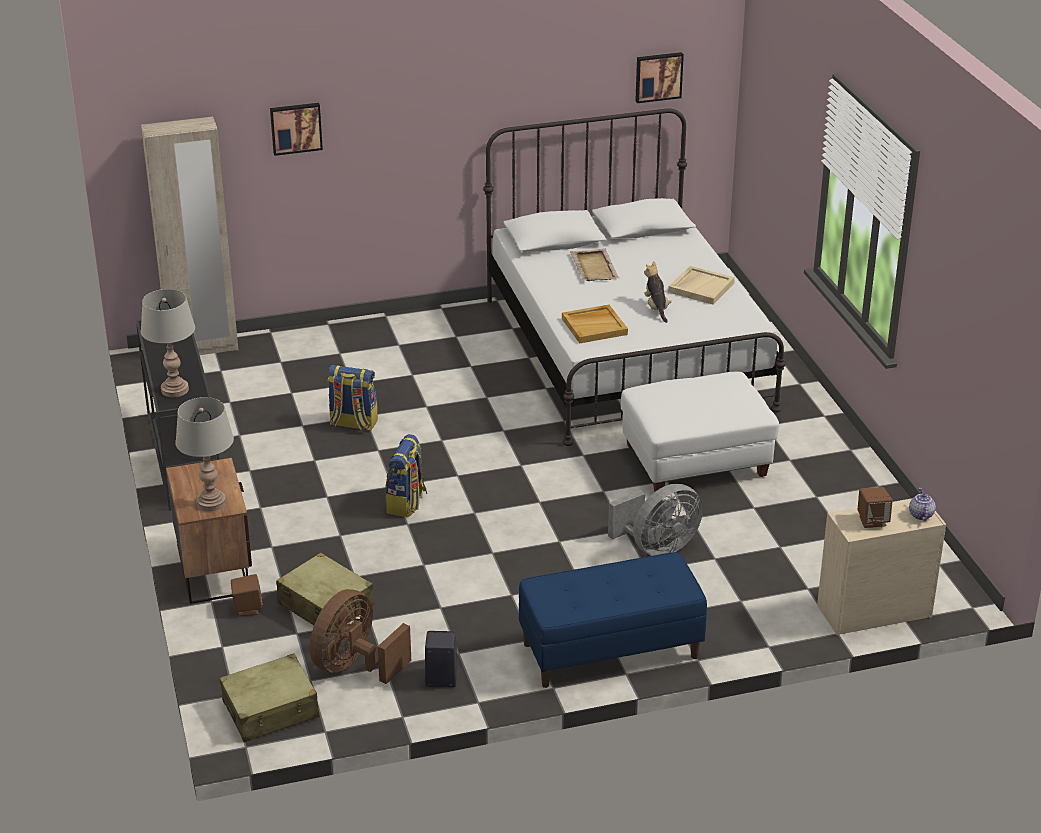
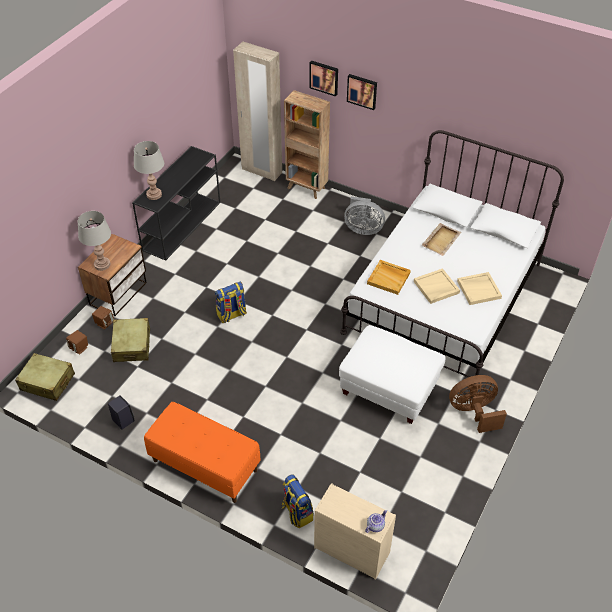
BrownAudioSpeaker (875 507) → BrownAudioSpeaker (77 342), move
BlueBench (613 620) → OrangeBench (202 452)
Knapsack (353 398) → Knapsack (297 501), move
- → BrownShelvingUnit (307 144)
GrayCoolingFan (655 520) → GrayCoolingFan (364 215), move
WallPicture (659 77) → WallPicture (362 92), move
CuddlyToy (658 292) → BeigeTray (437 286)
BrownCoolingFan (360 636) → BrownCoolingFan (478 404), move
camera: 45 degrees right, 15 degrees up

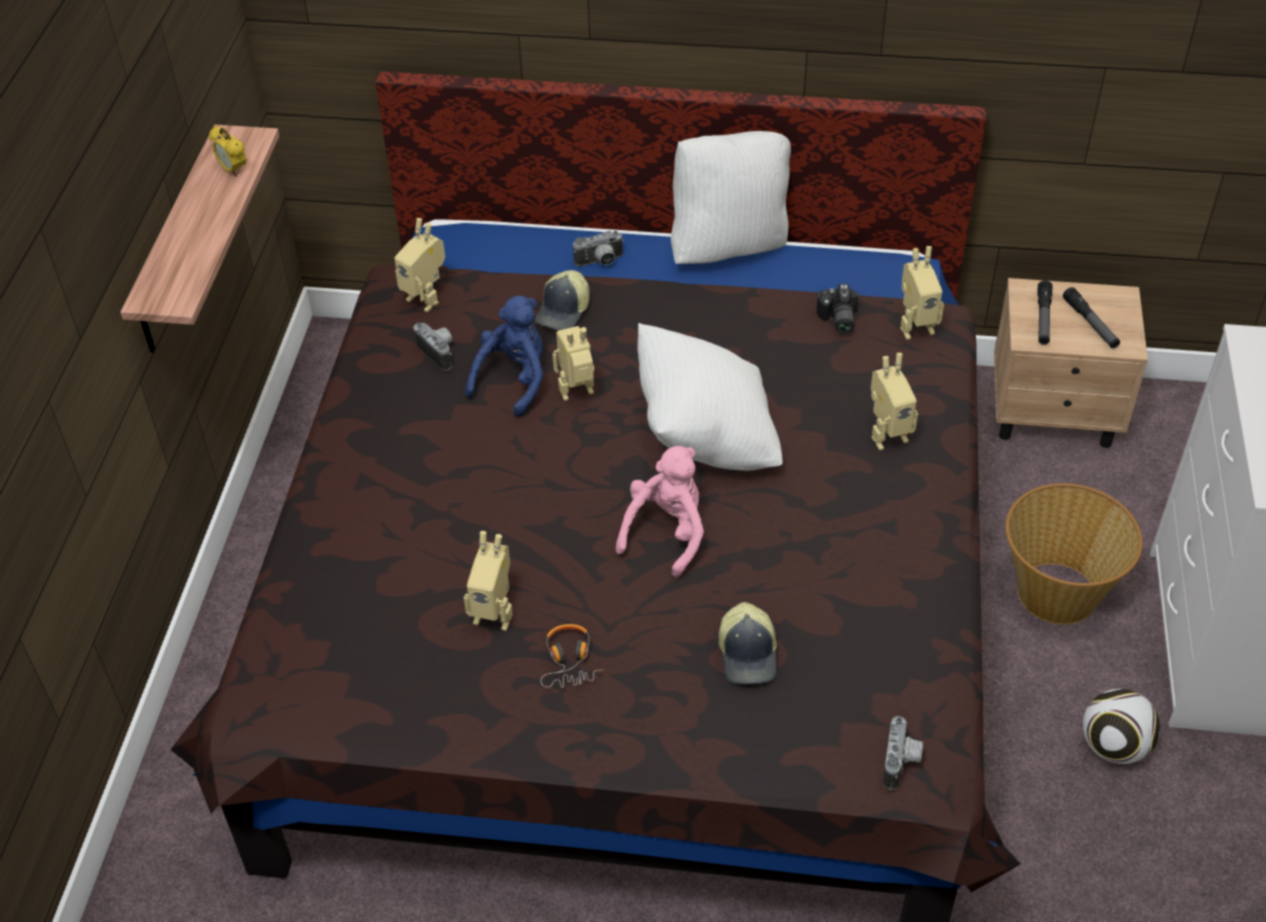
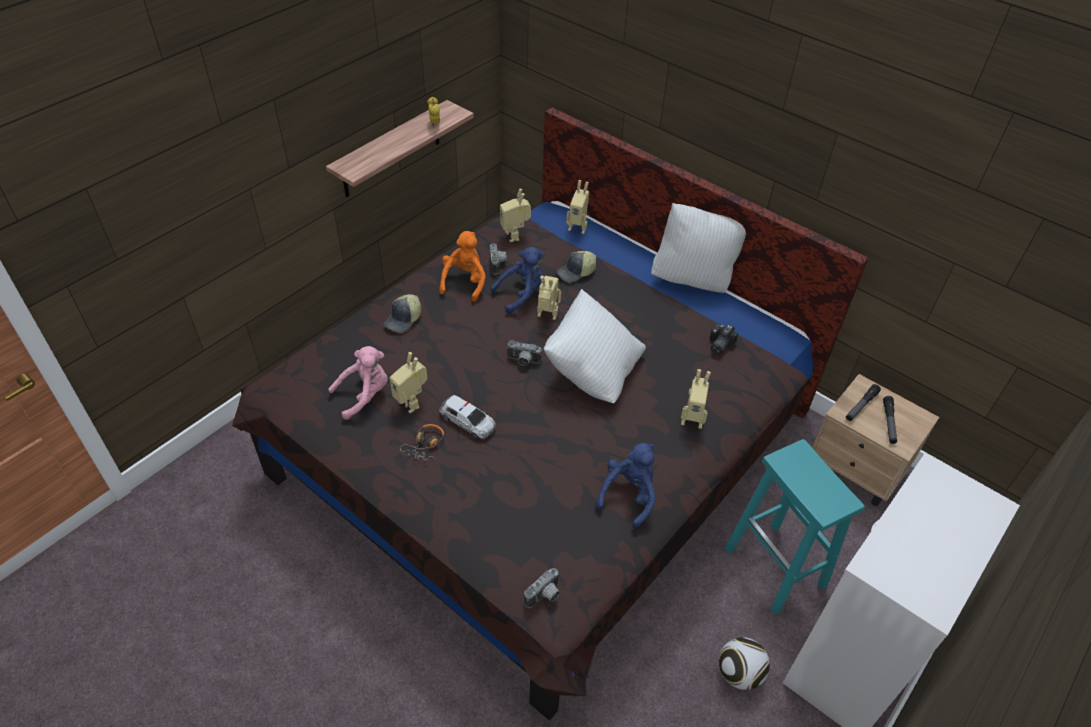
PinkishCuddlyToy (660 511) → PinkishCuddlyToy (357 383), move
Cap (748 643) → Cap (403 313), move
- → OrangeCuddlyToy (462 266)
- → MiniatureCar (467 417)
StillCamera (598 249) → StillCamera (524 353), move
ModelRobot (922 293) → ModelRobot (577 207), move
- → BlueCuddlyToy (626 486)
StorageBasket (1074 554) → TurquoiseSittingStool (795 527)
camera: 30 degrees right, 0 degrees up

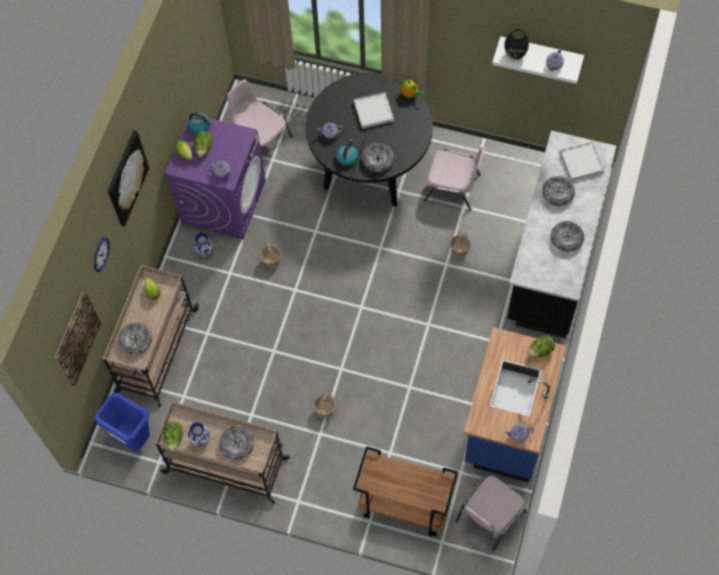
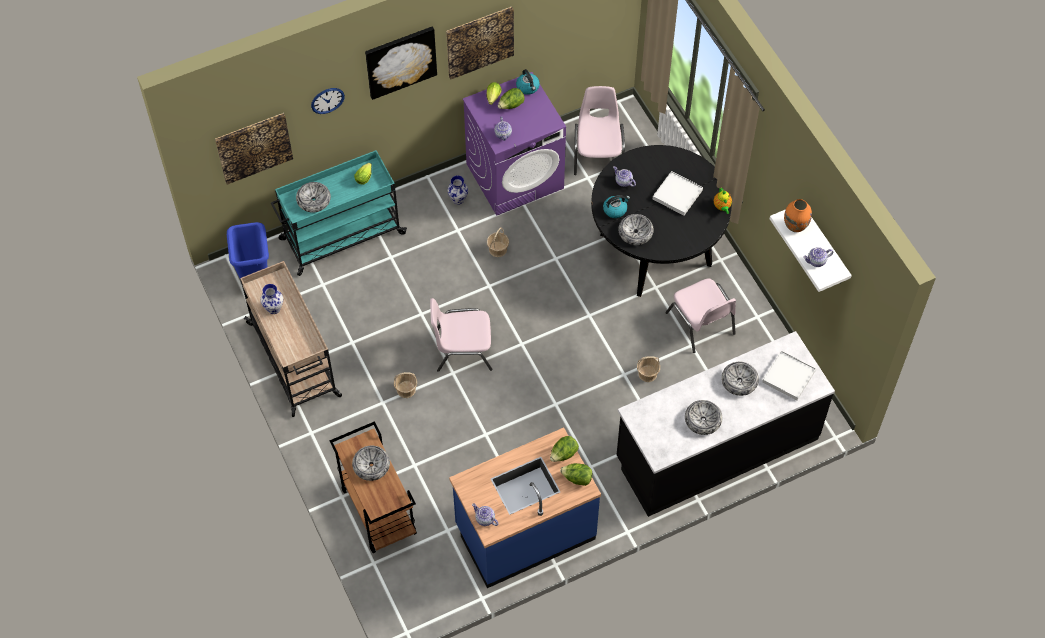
BeigeTrolley (151 336) → TurquoiseTrolley (339 213)
ServingBowl (236 443) → ServingBowl (371 463), move
PinkishPlainChair (491 513) → PinkishPlainChair (461 335), move
- → WallPicture (480 43)
HeadOfLettuce (173 436) → HeadOfLettuce (564 449), move
BlackVase (516 44) → OrangeVase (798 215)
camera: 45 degrees right, 5 degrees down

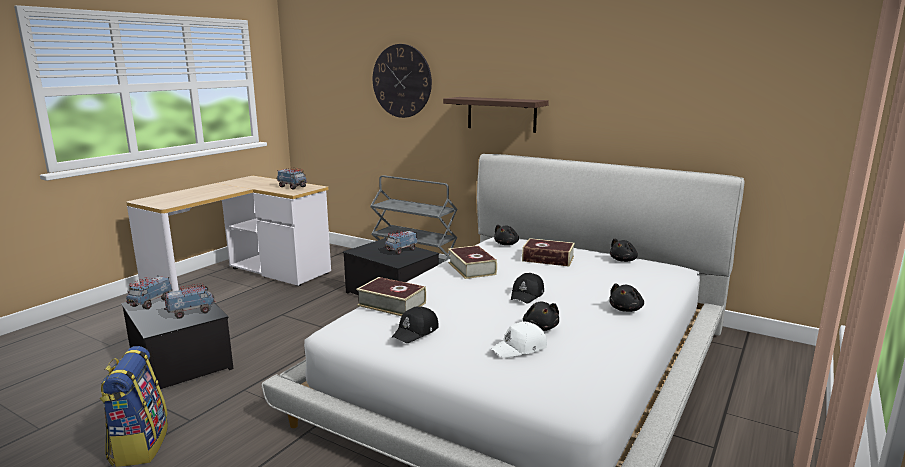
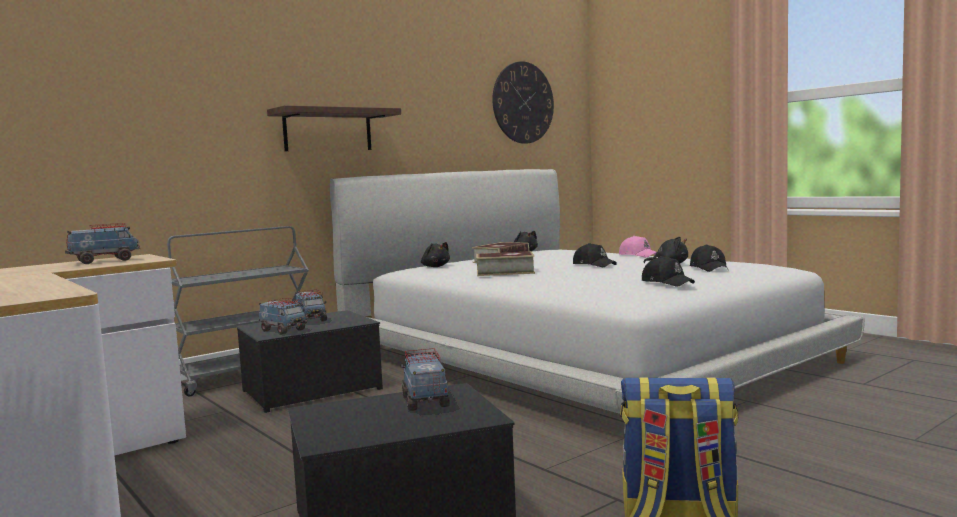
ToyLorry (149 292) → ToyLorry (283 316), move
WallClock (402 81) → WallClock (523 102), move
BlackCuddlyToy (626 298) → PinkishCap (638 247)
WhiteCap (519 340) → BlackCap (709 258)
Volume (391 296) → -
camera: 70 degrees left, 10 degrees down

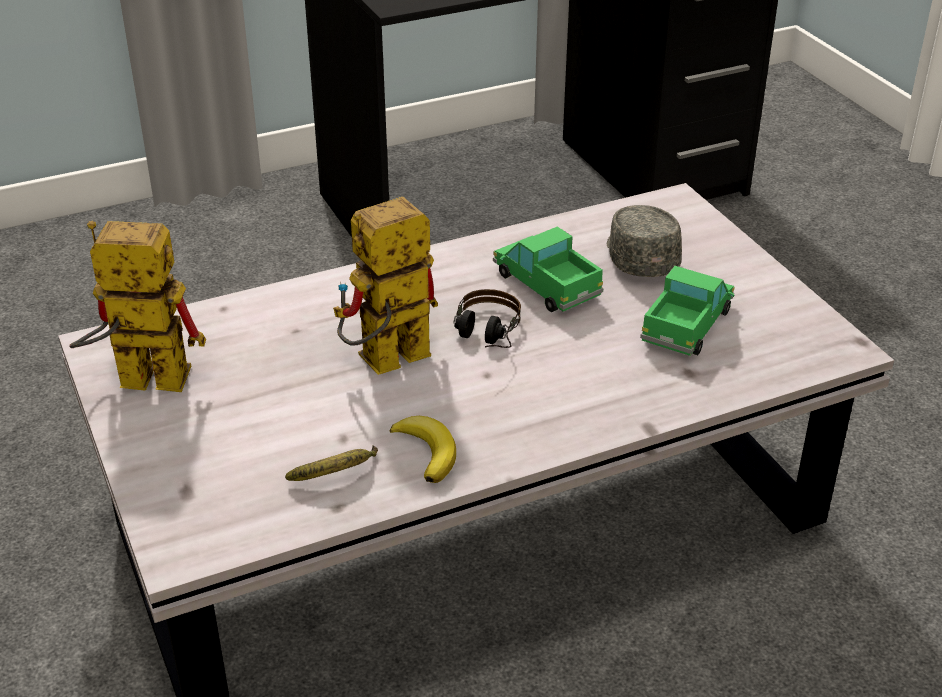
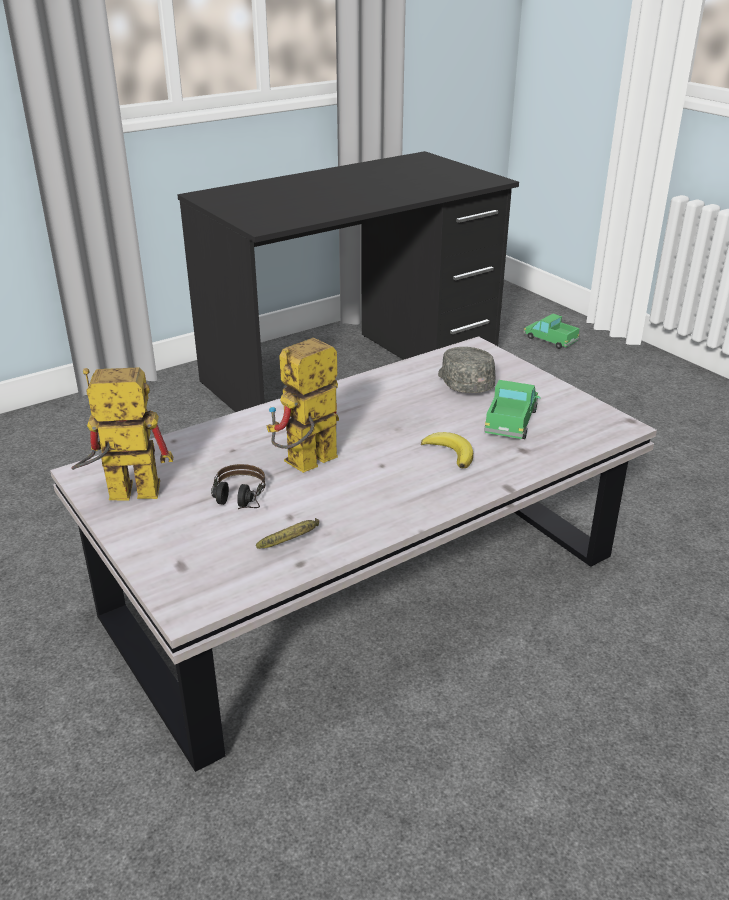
Headset (487 318) → Headset (238 486), move
Banana (423 449) → Banana (447 450), move
ToyLorry (548 269) → ToyLorry (551 331), move
camera: 10 degrees left, 5 degrees down

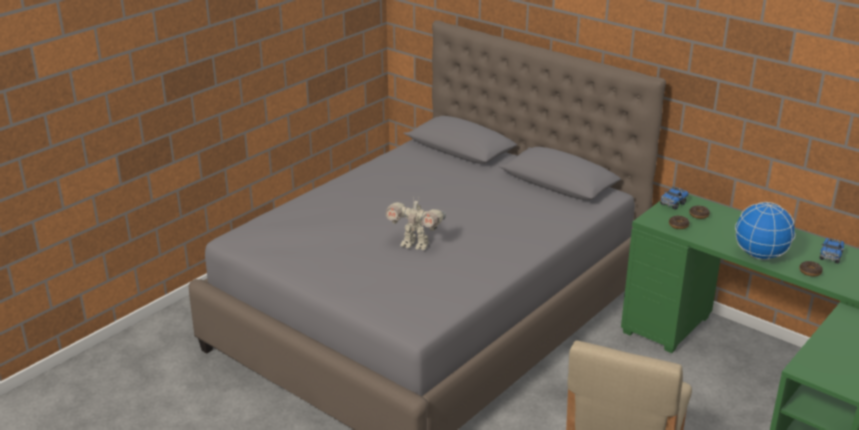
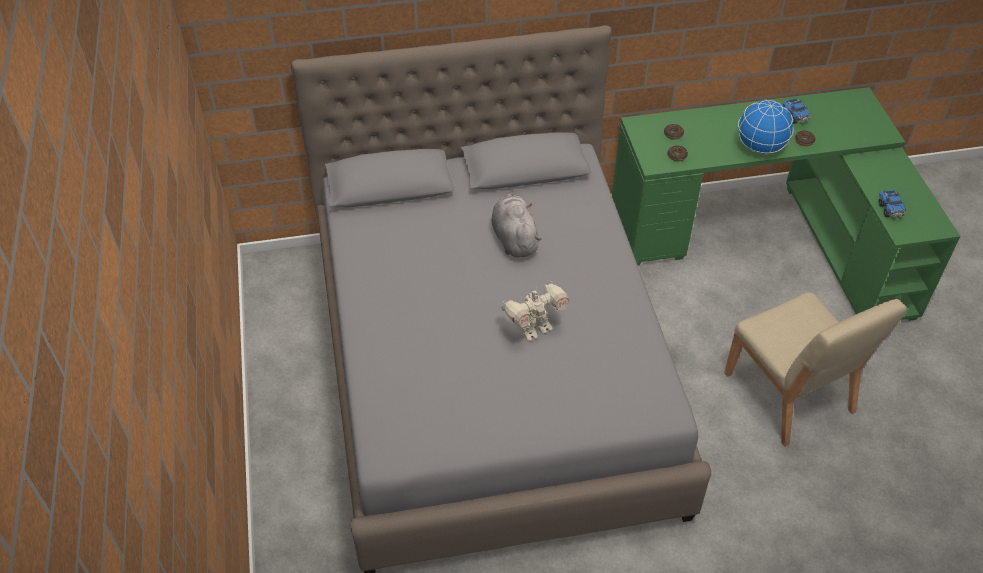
- → GrayCuddlyToy (516 224)
ToyLorry (674 198) → ToyLorry (892 204), move
camera: 50 degrees left, 20 degrees up

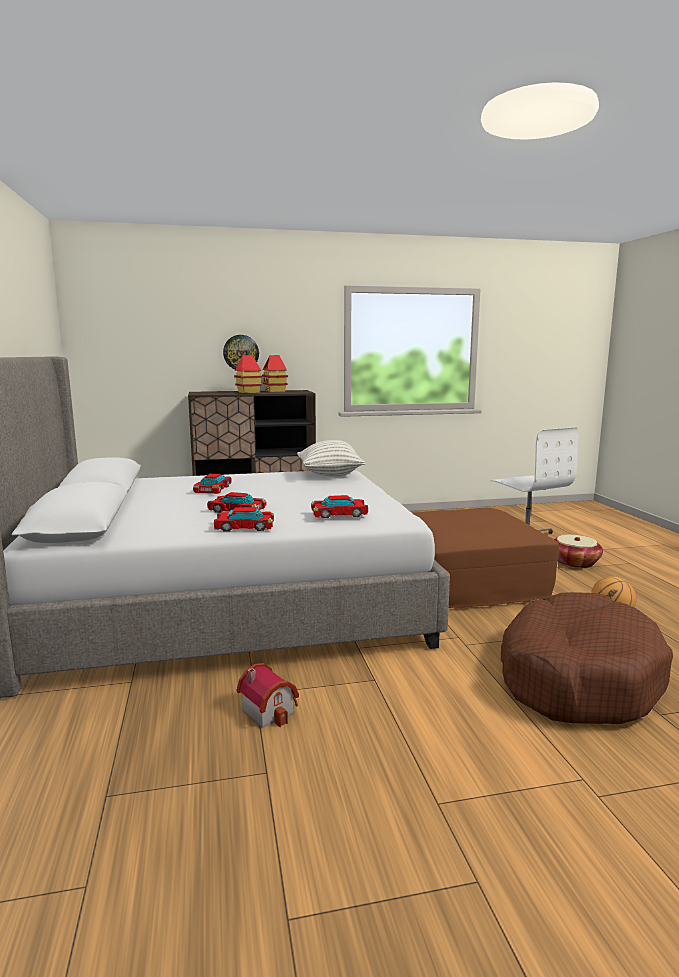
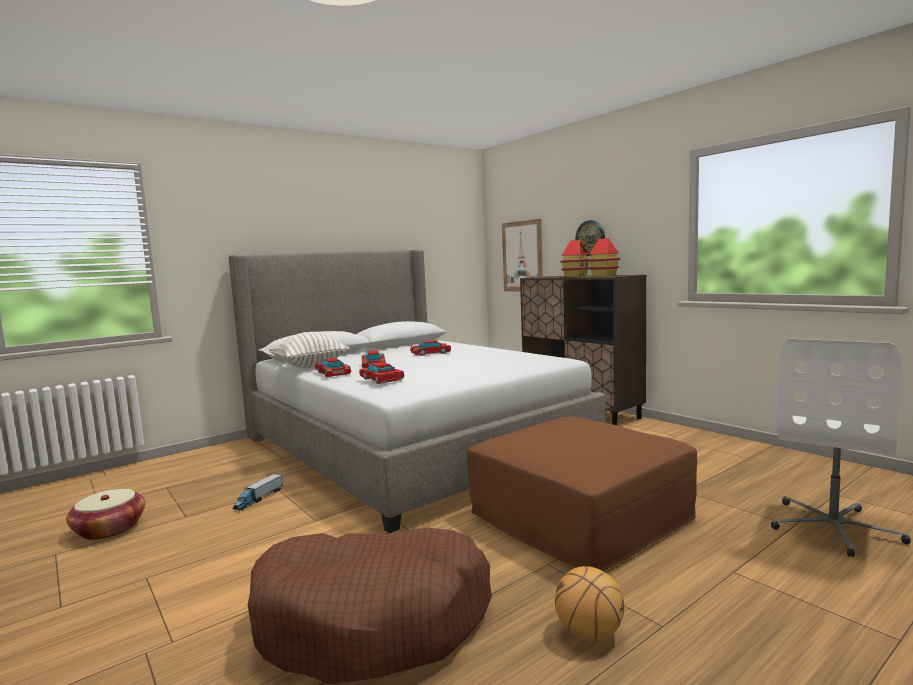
StorageBasket (578 551) → StorageBasket (105 514), move
MiniatureHouse (268 695) → ToyLorry (257 492)
Cushion (331 458) → Cushion (309 350), move
- → WallPicture (522 255)
camera: 65 degrees right, 5 degrees down

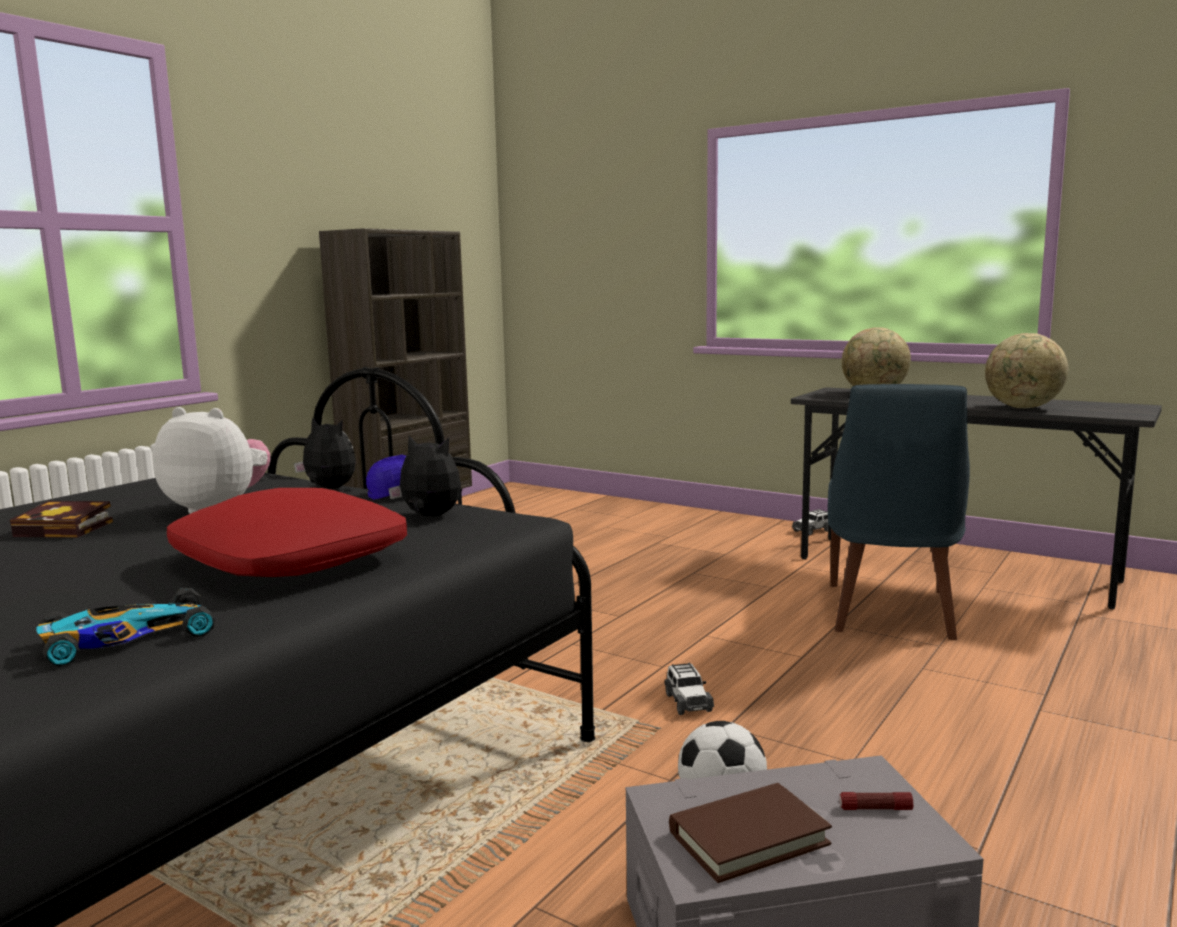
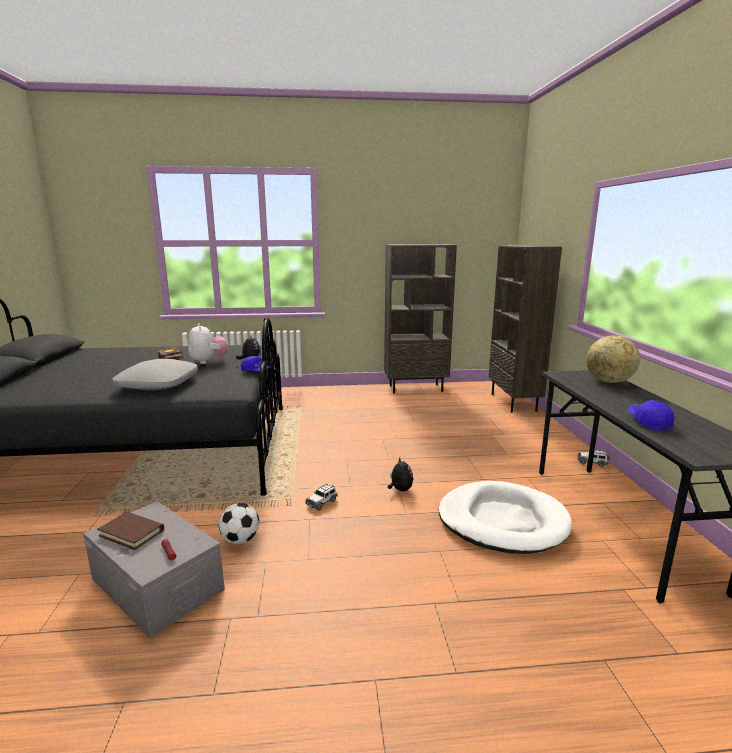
RedColouredCushion (287 532) → GrayCushion (155 374)
CuddlyToy (424 476) → CuddlyToy (400 474), move
BluePlainChair (899 512) → WhiteDogCushion (505 517)
- → BrownShelvingUnit (525 329)
DeskGlobe (1026 370) → BlueCap (651 415)
MiniatureCar (125 627) → -
camera: 50 degrees right, 5 degrees up

